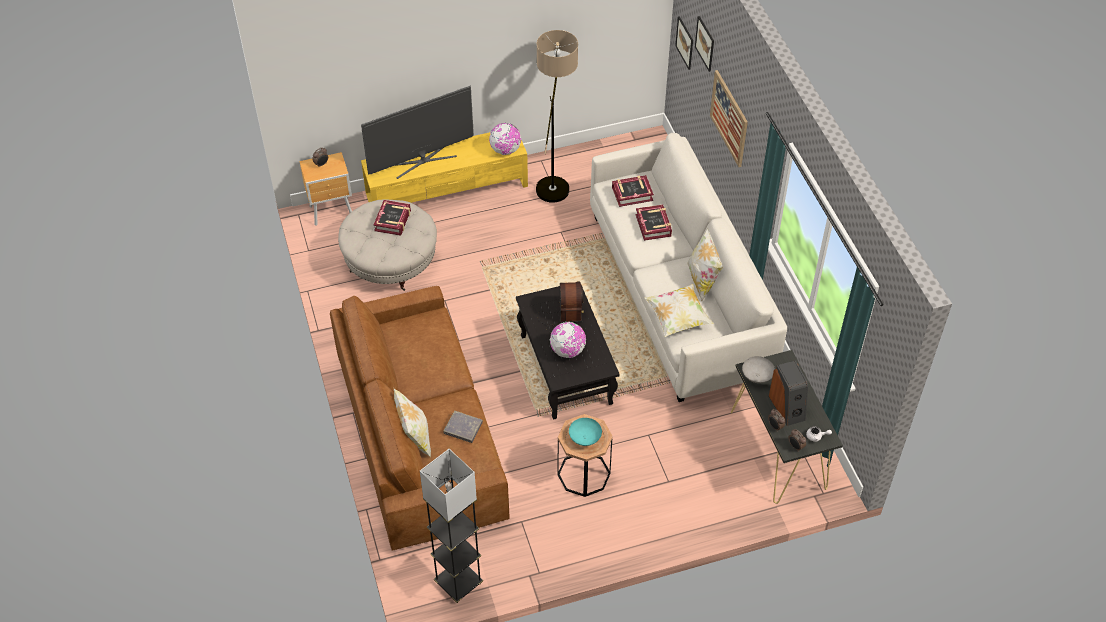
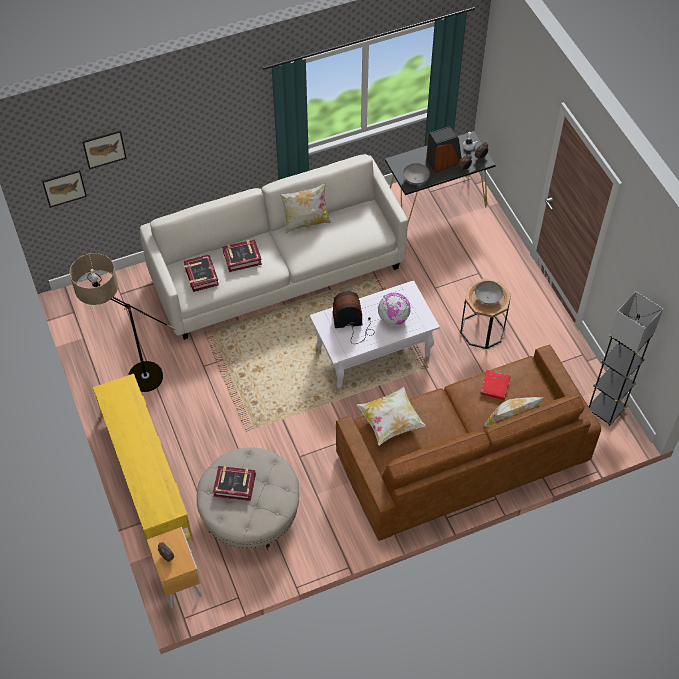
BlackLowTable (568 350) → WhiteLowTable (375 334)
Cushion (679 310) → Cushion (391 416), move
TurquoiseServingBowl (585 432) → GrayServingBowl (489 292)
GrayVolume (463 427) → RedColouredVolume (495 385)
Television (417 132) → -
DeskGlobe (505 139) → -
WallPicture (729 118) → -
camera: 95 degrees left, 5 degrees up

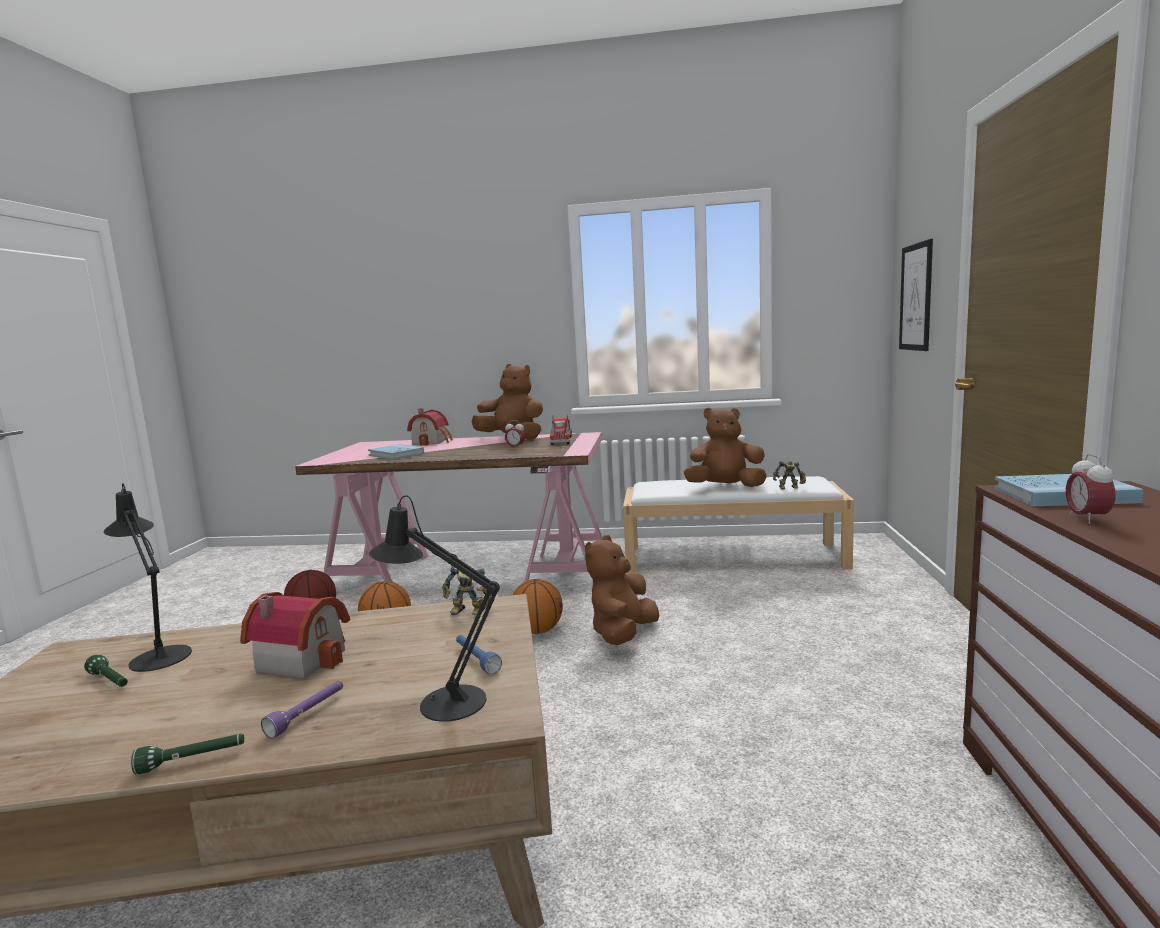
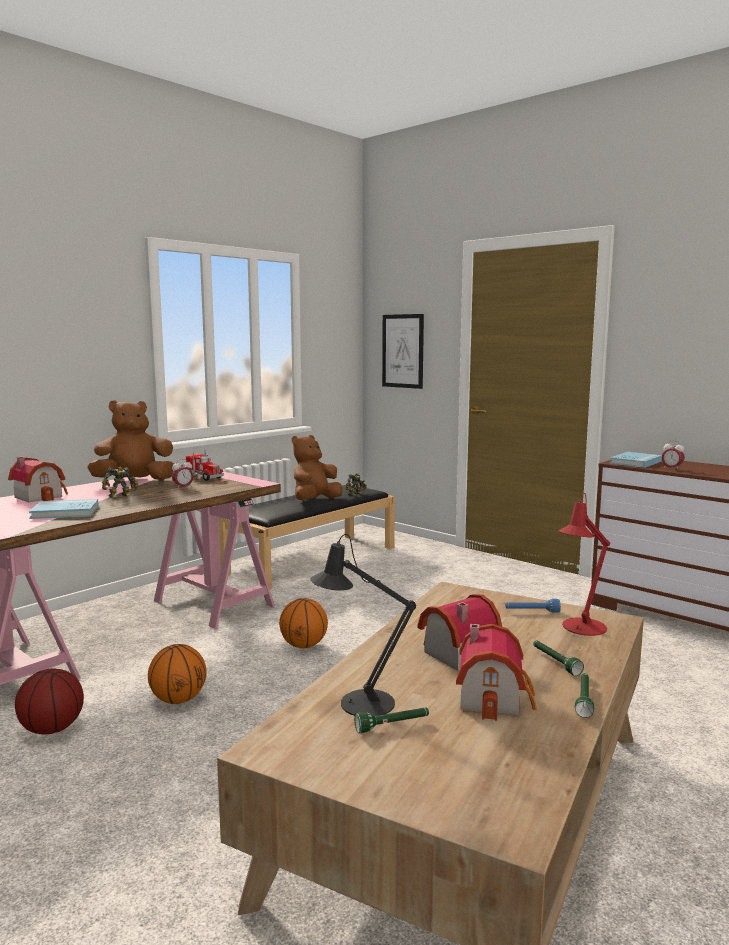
ModelRobot (467 590) → ModelRobot (120 482), move
WhiteBench (738 524) → BlackBench (306 537)
- → MiniatureHouse (496 672)
PurpleColouredFlashlight (302 710) → GreenishFlashlight (558 658)
BlackTableLamp (434 608) → RedColouredTableLamp (584 564)
BrownCuddlyToy (622 590) → -
camera: 55 degrees left, 0 degrees up

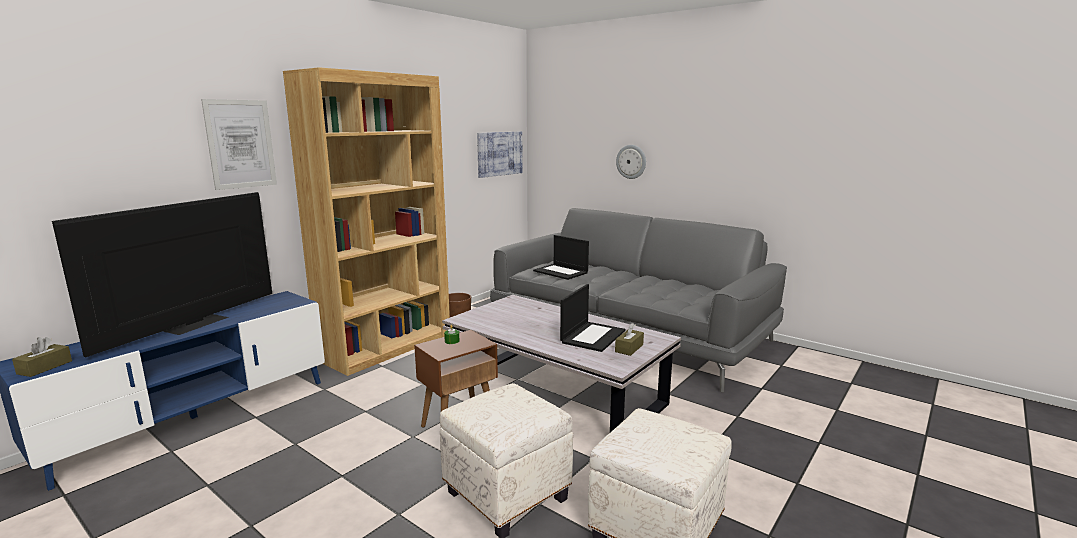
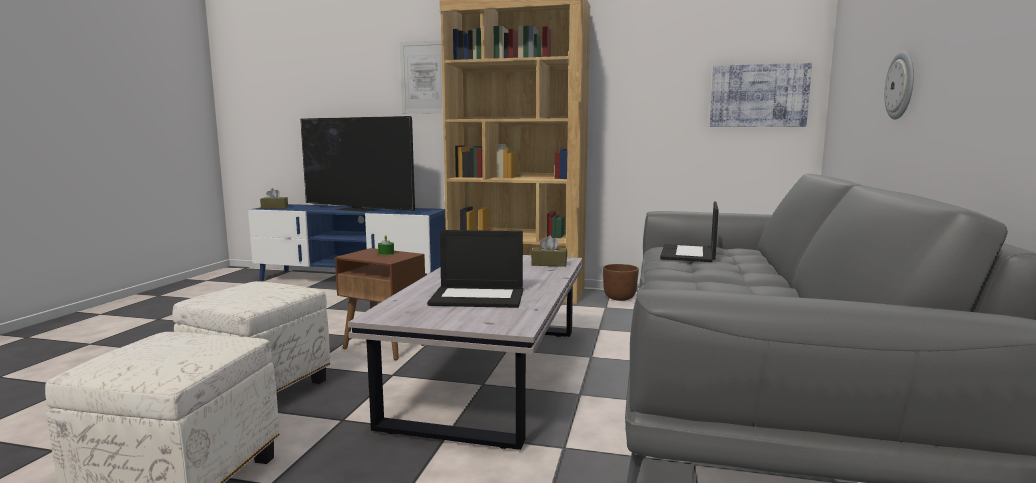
Television (162 274) → Television (357 164), 150 degrees counterclockwise
BrownBoxOfTissues (629 339) → BrownBoxOfTissues (549 251), move
camera: 65 degrees right, 5 degrees down

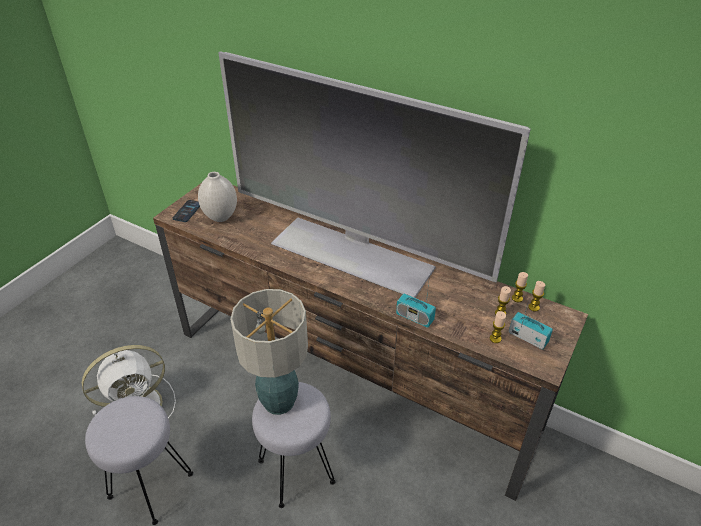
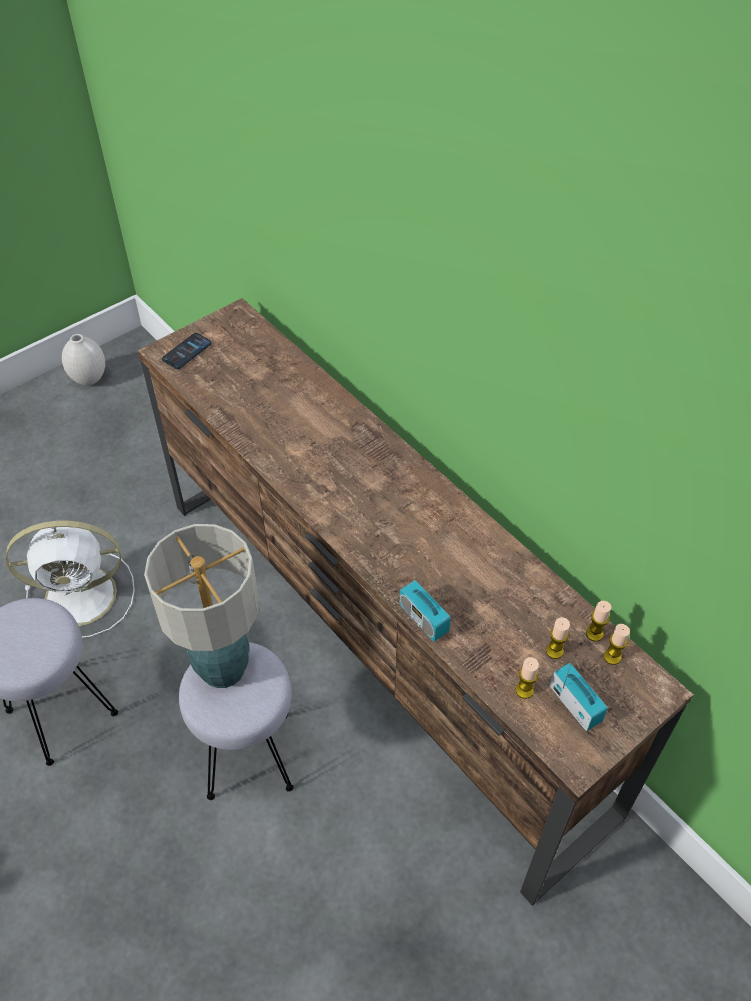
WhiteVase (217 197) → WhiteVase (83 359), move
Television (374 174) → -
camera: 20 degrees right, 10 degrees up

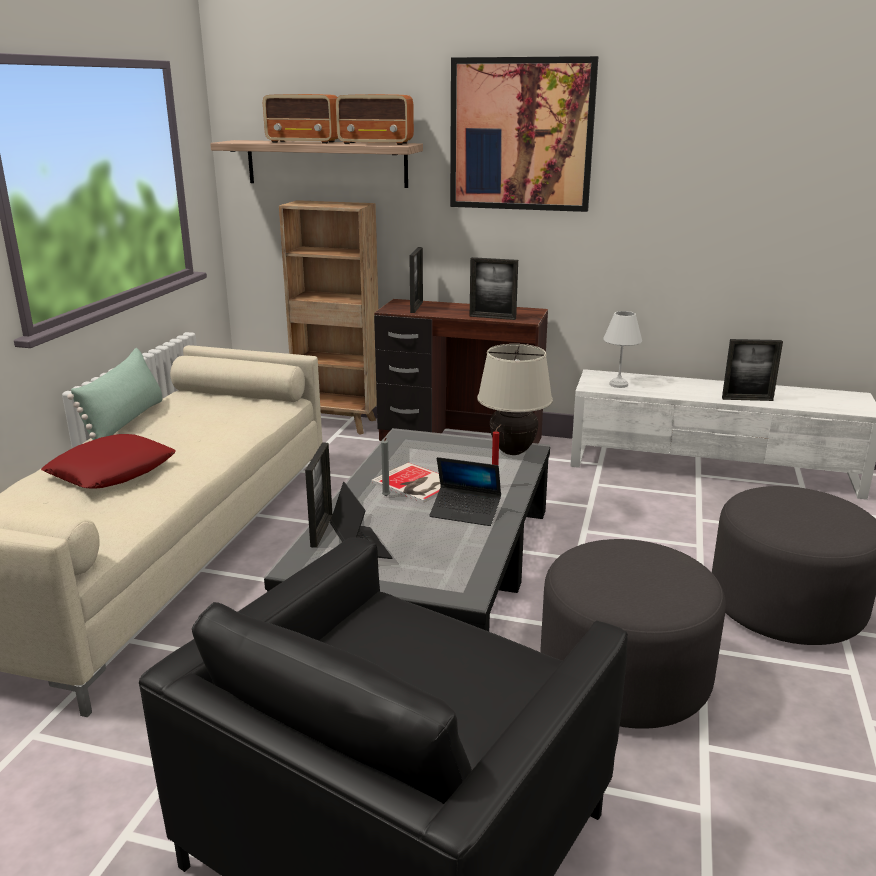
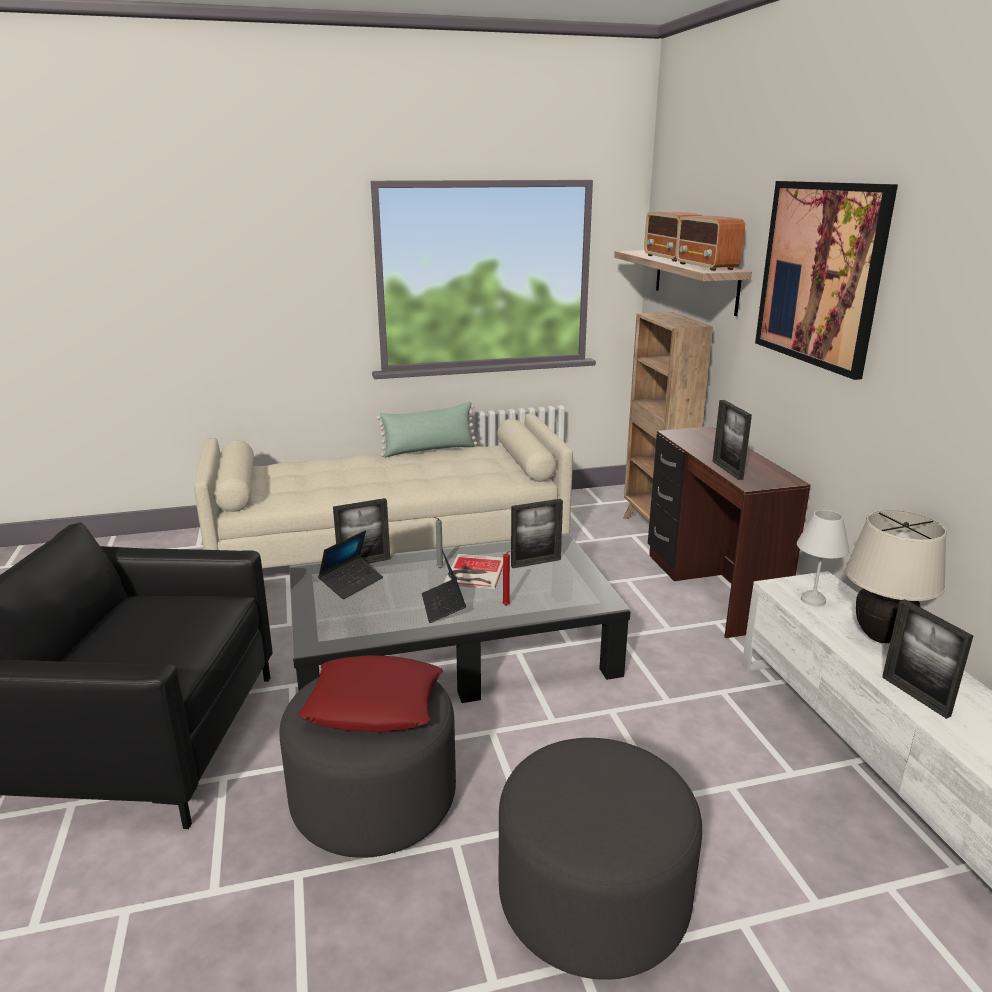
RedColouredCushion (108 461) → RedColouredCushion (370 693), move
PhotoFrame (416 280) → PhotoFrame (537 533), move
BeigeTableLamp (515 399) → BeigeTableLamp (896 576), move
camera: 60 degrees right, 0 degrees up

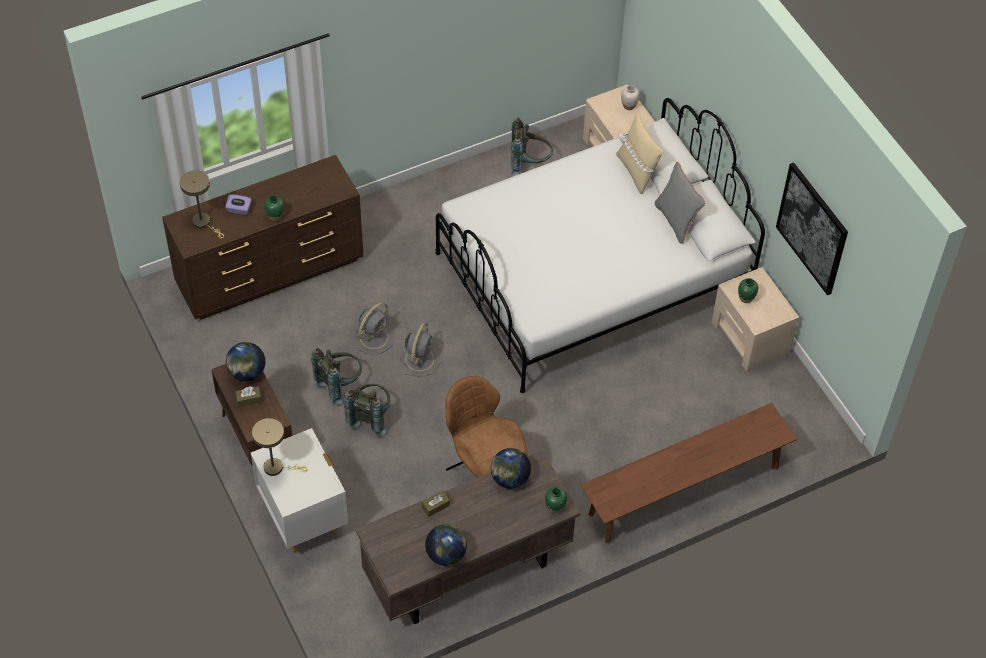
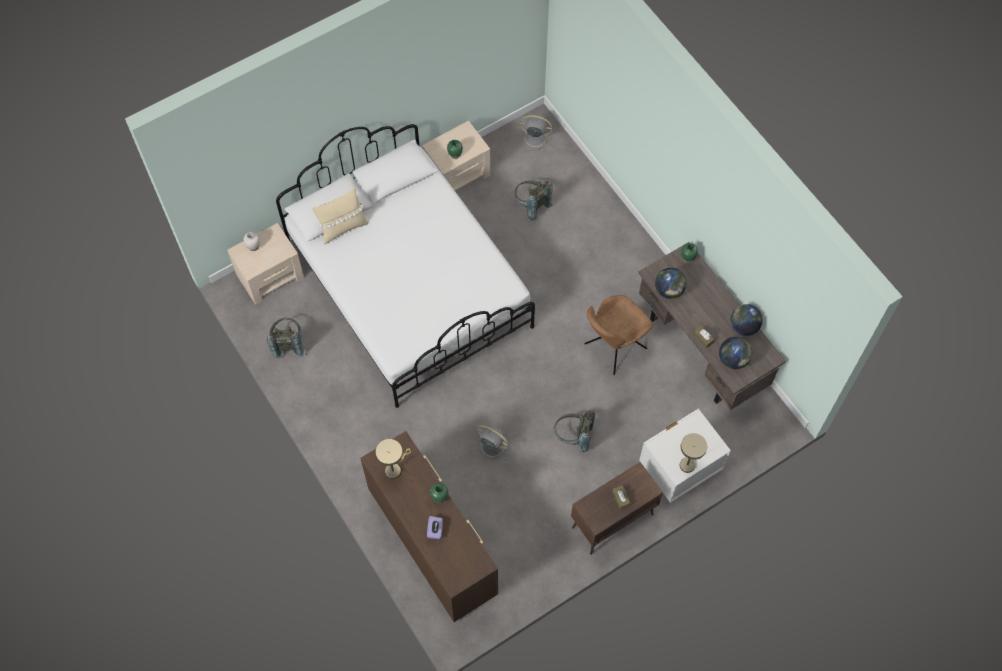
BeigeTableLamp (202 204) → BeigeTableLamp (393 459), move
GrayKnapsack (336 376) → GrayKnapsack (533 200), move
GrayCoolingFan (420 350) → GrayCoolingFan (535 133), move
DeskGlobe (245 361) → DeskGlobe (735 353), move
BrownBench (689 473) → -
GrayCushion (680 203) → -
WallPicture (812 228) → -
camera: 95 degrees left, 10 degrees up

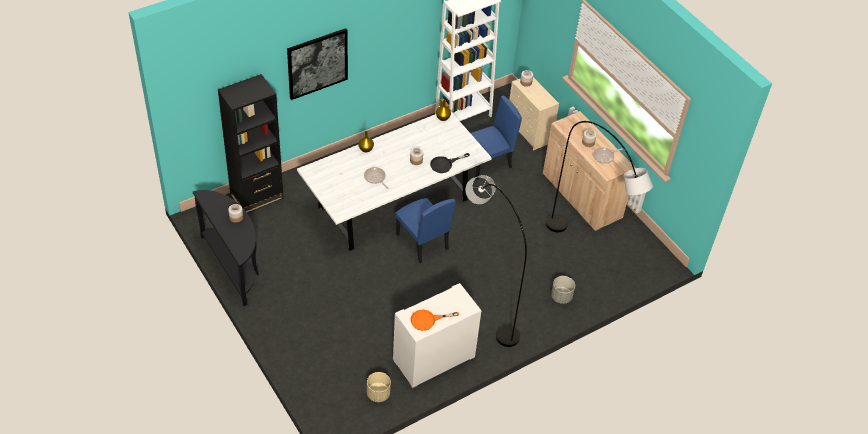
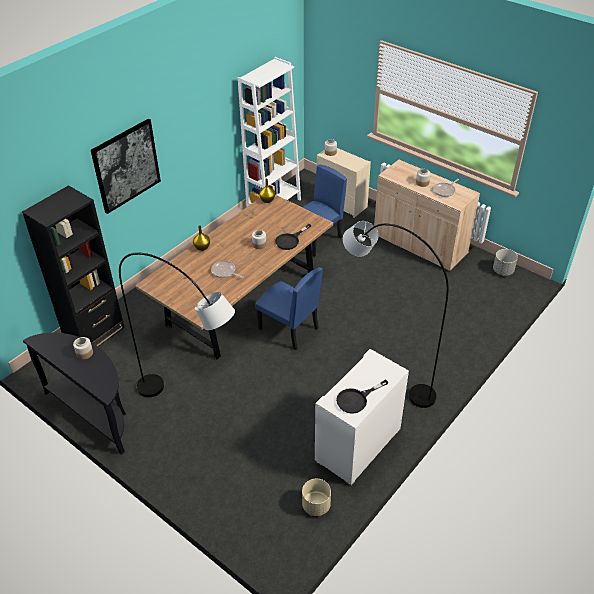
GrayStandingLamp (599 176) → GrayStandingLamp (177 324), move
WhiteKitchenTable (394 181) → BrownKitchenTable (234 277)
OrangeSkillet (434 320) → BlackSkillet (362 396)
GrayPlantPot (563 290) → GrayPlantPot (505 262), move
camera: 15 degrees left, 5 degrees down

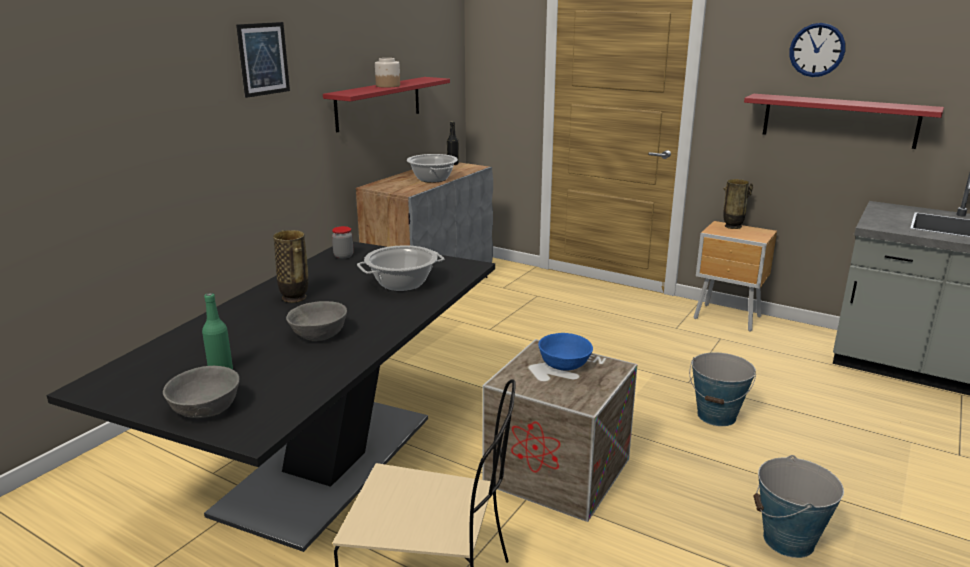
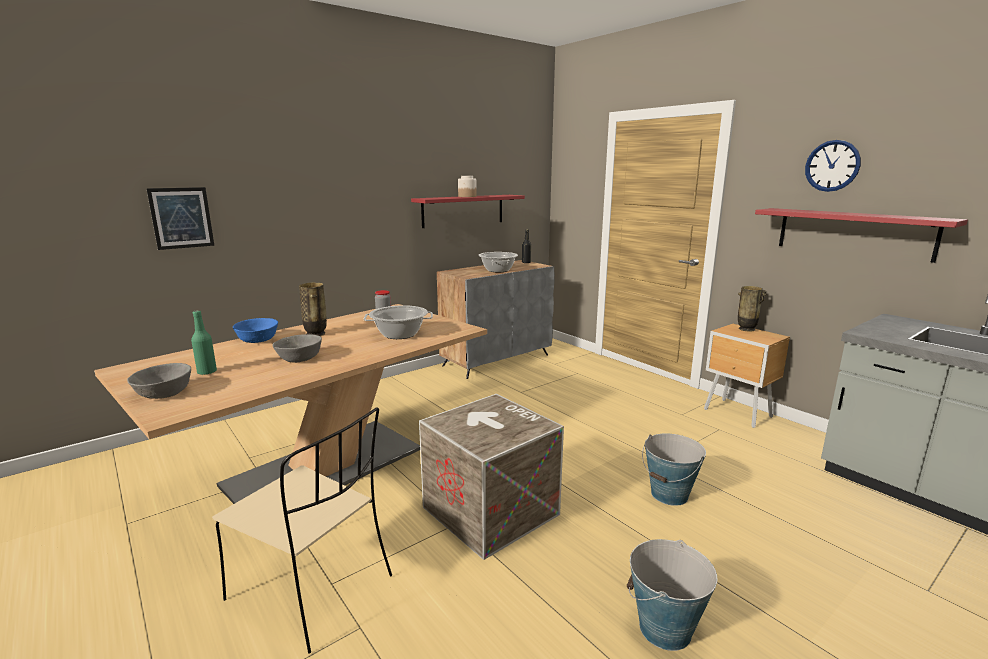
BlackKitchenTable (271 397) → BeigeKitchenTable (290 404)
WallPicture (263 60) → WallPicture (180 218), move
BlueServingBowl (565 352) → BlueServingBowl (255 330), move
camera: 20 degrees right, 5 degrees down

